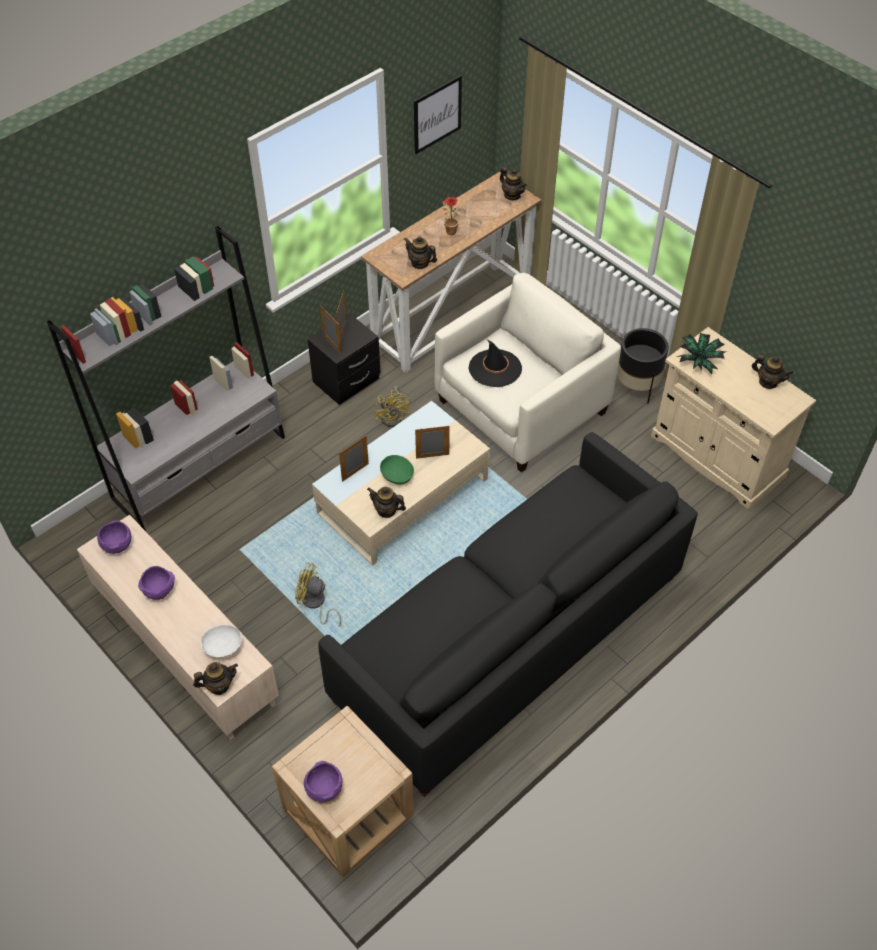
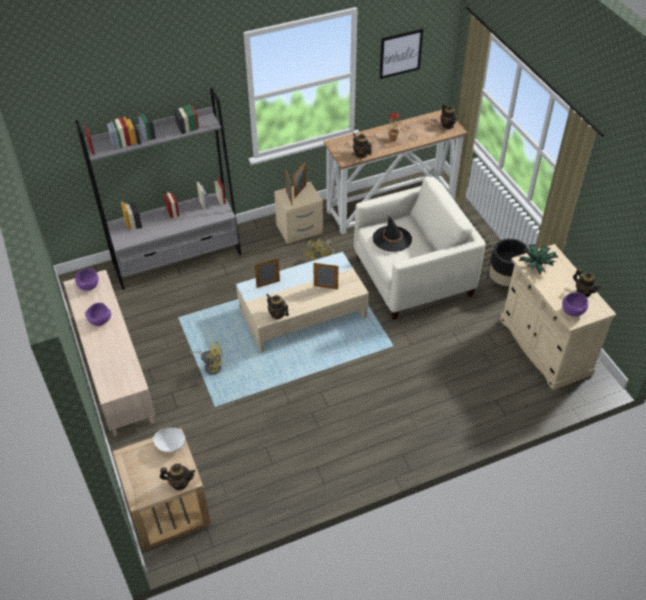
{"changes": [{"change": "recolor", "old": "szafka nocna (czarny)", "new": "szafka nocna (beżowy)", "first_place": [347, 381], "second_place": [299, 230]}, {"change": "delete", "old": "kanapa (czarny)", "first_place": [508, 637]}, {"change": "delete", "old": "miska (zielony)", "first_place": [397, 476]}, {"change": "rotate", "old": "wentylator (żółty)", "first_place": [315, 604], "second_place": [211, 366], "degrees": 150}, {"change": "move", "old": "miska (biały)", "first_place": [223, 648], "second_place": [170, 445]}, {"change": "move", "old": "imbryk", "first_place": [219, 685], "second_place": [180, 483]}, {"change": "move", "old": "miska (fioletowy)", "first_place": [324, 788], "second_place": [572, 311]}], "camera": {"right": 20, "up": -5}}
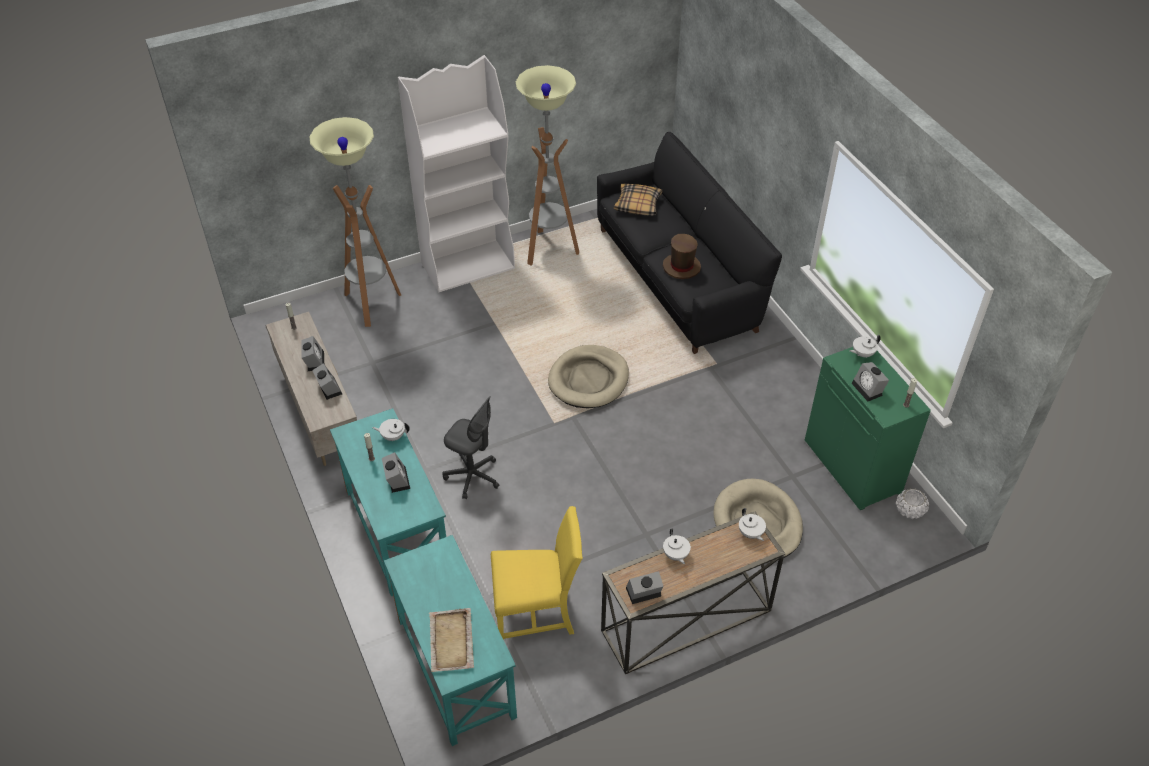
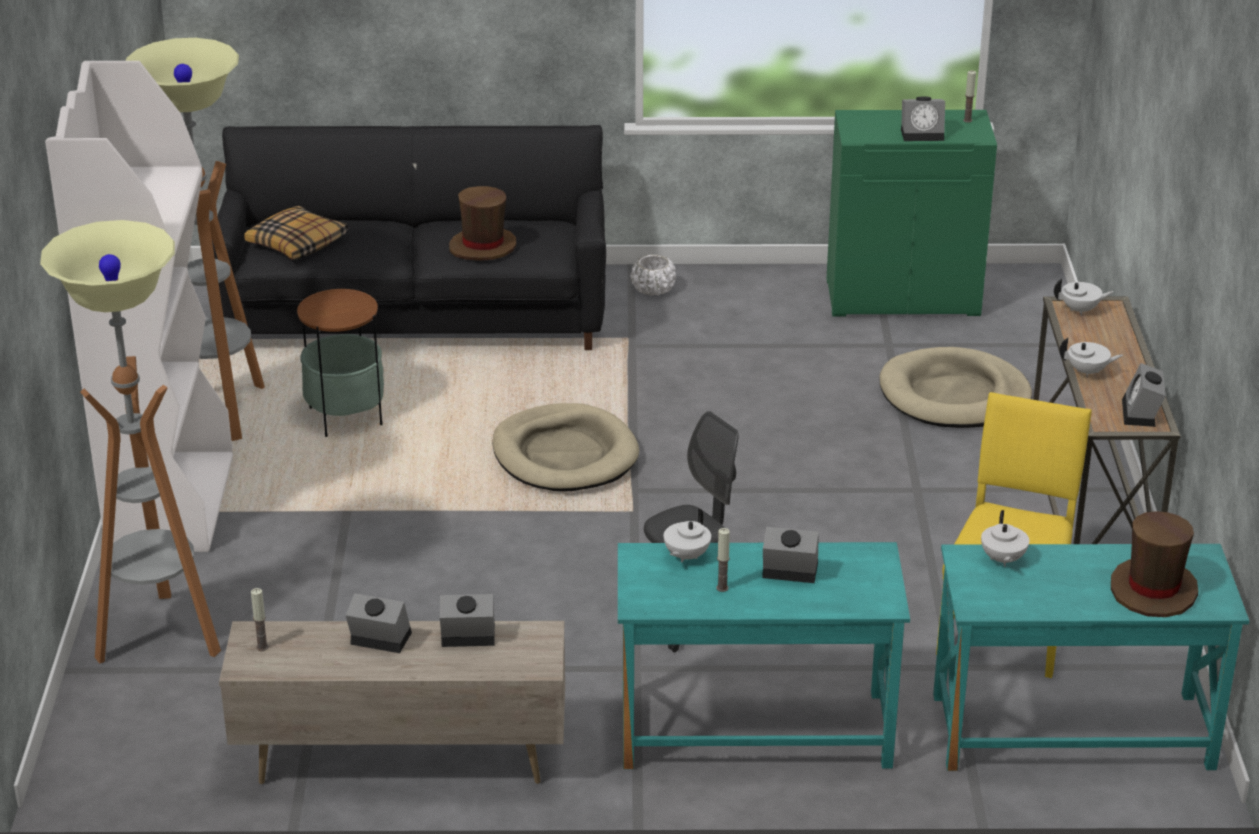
{"changes": [{"change": "move", "old": "imbryk (biały)", "first_place": [862, 354], "second_place": [1002, 559]}, {"change": "move", "old": "donica (biały)", "first_place": [910, 510], "second_place": [653, 289]}, {"change": "replace", "old": "taca (beżowy)", "new": "kapelusz (brązowy)", "first_place": [451, 642], "second_place": [1153, 590]}, {"change": "insert", "new": "stolik", "second_place": [345, 417]}], "camera": {"right": -65, "up": -15}}
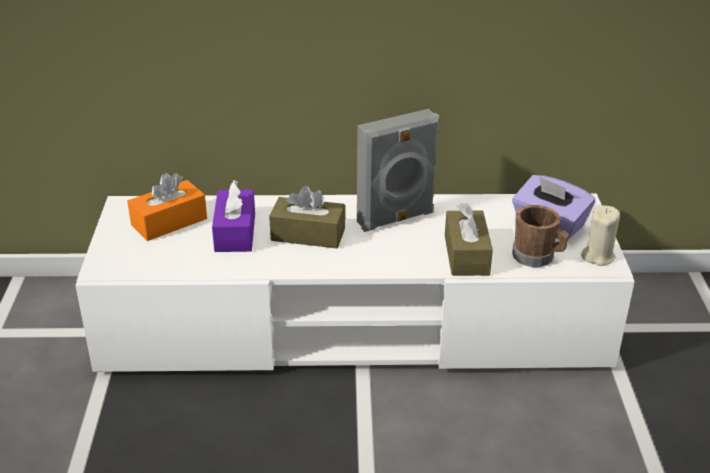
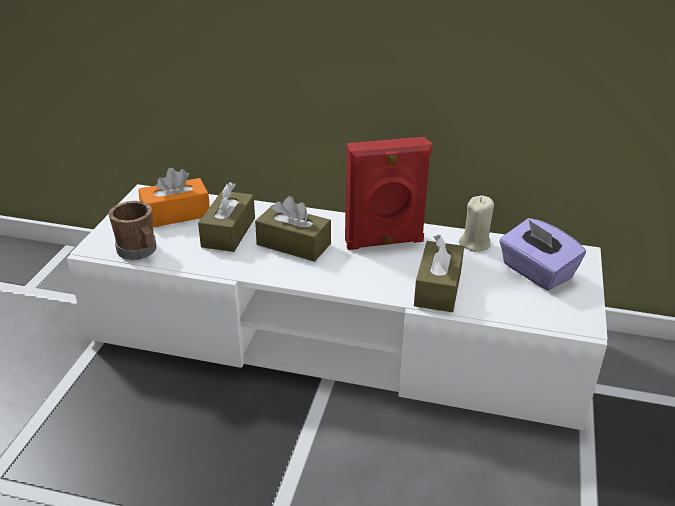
{"changes": [{"change": "recolor", "old": "głośnik (szary)", "new": "głośnik (czerwony)", "first_place": [396, 219], "second_place": [384, 242]}, {"change": "recolor", "old": "pudełko chusteczek (fioletowy)", "new": "pudełko chusteczek (brązowy)", "first_place": [235, 232], "second_place": [228, 232]}, {"change": "move", "old": "kubek (brązowy)", "first_place": [537, 257], "second_place": [139, 251]}, {"change": "move", "old": "świeca (beżowy)", "first_place": [598, 256], "second_place": [475, 243]}], "camera": {"right": 15, "up": 0}}
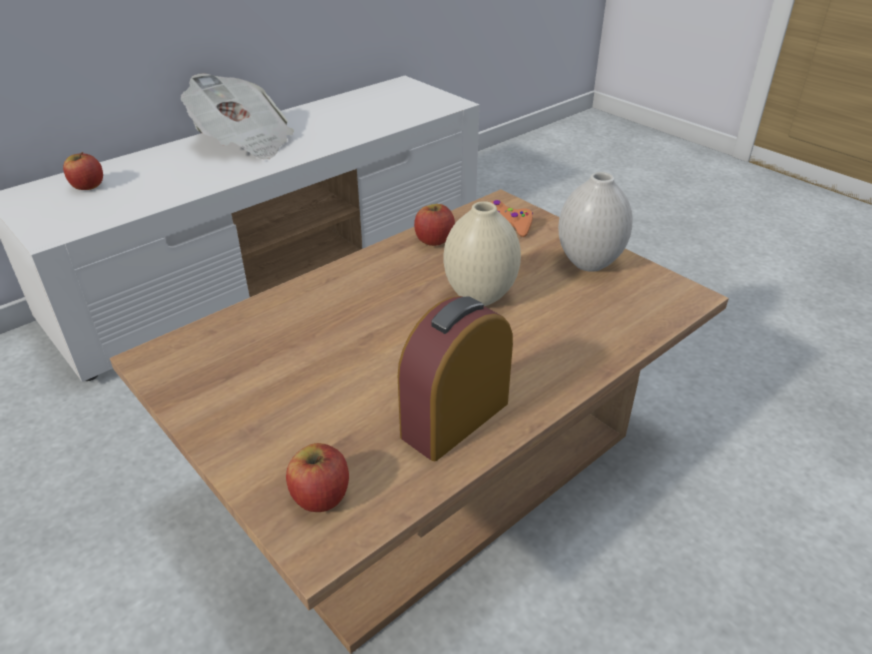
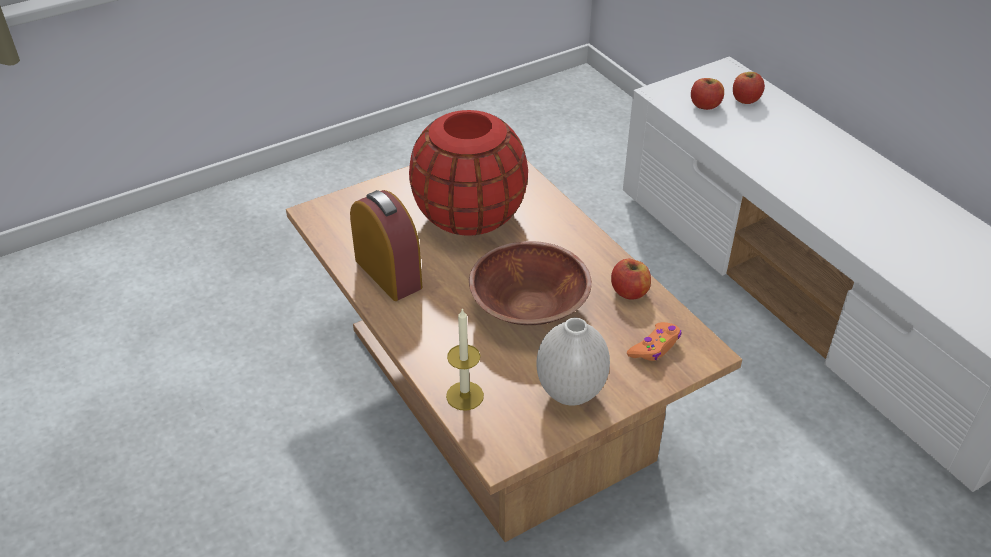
{"changes": [{"change": "delete", "old": "gazeta", "first_place": [244, 142]}, {"change": "replace", "old": "wazon (beżowy)", "new": "miska (brązowy)", "first_place": [479, 296], "second_place": [529, 307]}, {"change": "move", "old": "jabłko", "first_place": [320, 496], "second_place": [705, 105]}, {"change": "insert", "new": "wazon (czerwony)", "second_place": [470, 216]}, {"change": "insert", "new": "świeca", "second_place": [465, 396]}], "camera": {"right": 100, "up": 5}}
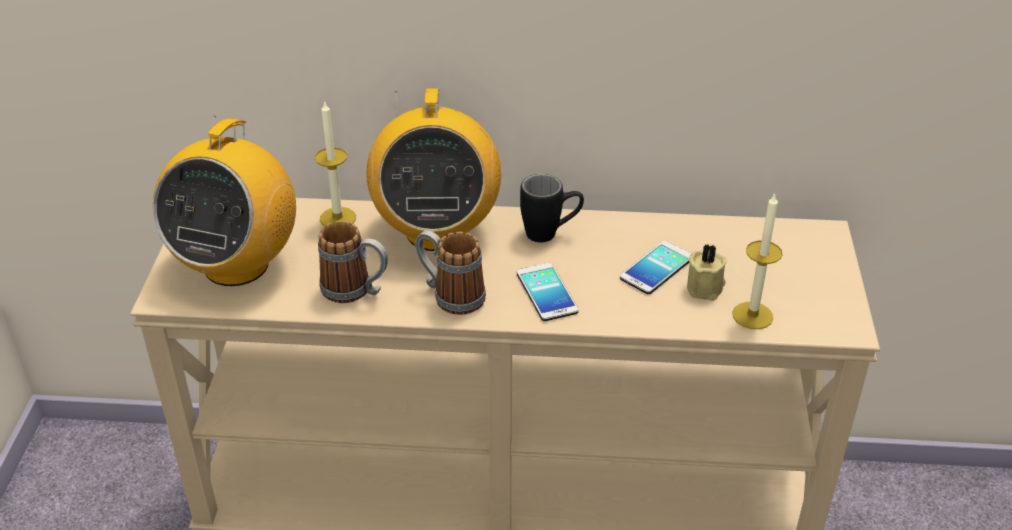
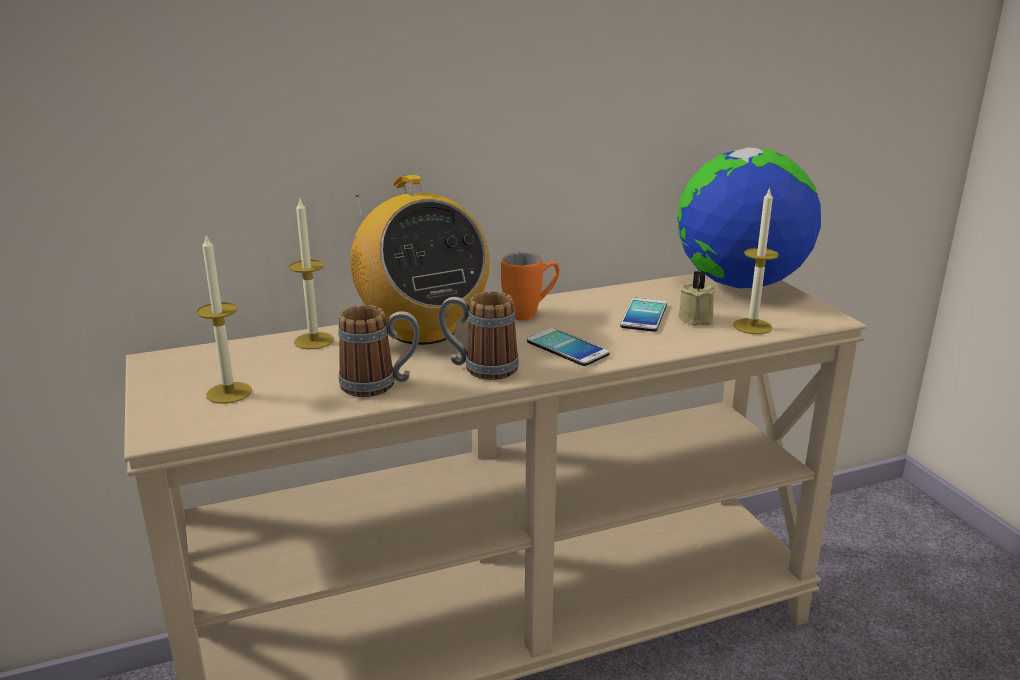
{"changes": [{"change": "replace", "old": "radio", "new": "świeca", "first_place": [236, 264], "second_place": [229, 393]}, {"change": "recolor", "old": "kubek (czarny)", "new": "kubek (pomarańczowy)", "first_place": [551, 233], "second_place": [530, 313]}, {"change": "insert", "new": "globus", "second_place": [740, 284]}], "camera": {"right": -25, "up": -15}}
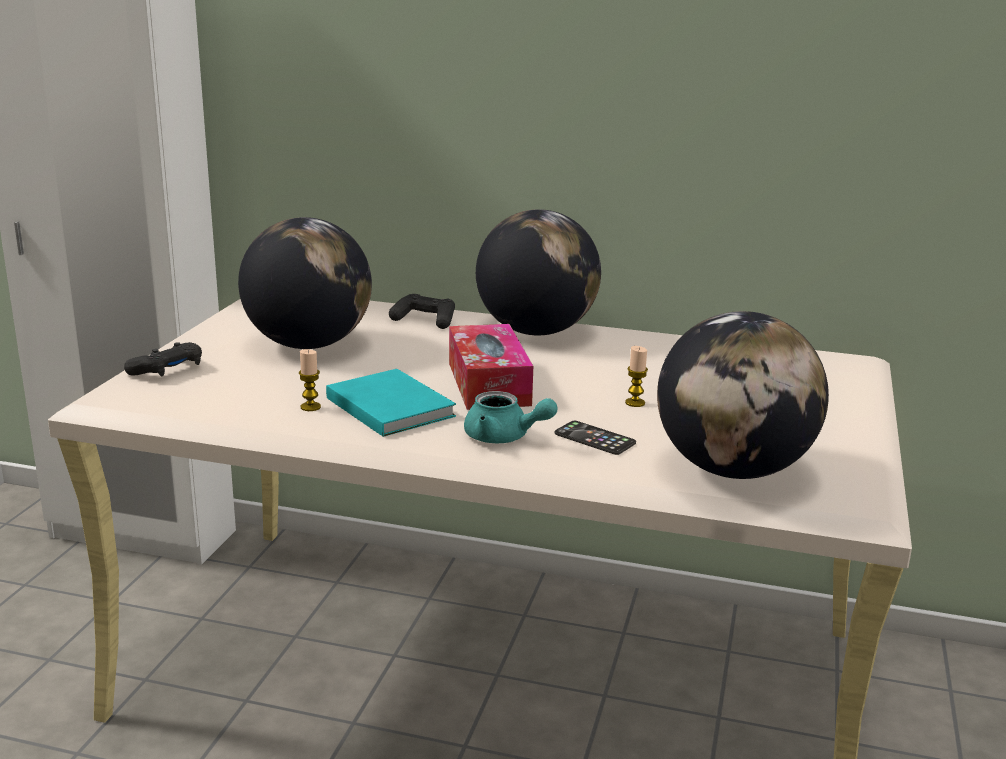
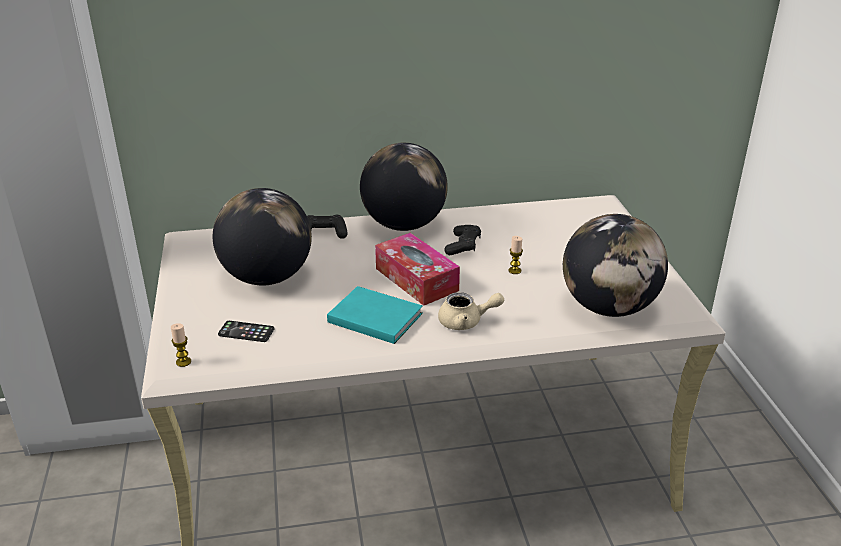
{"changes": [{"change": "move", "old": "pad do gier (czarny)", "first_place": [168, 370], "second_place": [463, 246]}, {"change": "move", "old": "świeca", "first_place": [310, 407], "second_place": [183, 362]}, {"change": "recolor", "old": "imbryk (turkusowy)", "new": "imbryk (beżowy)", "first_place": [504, 437], "second_place": [466, 322]}, {"change": "move", "old": "telefon", "first_place": [594, 438], "second_place": [246, 332]}], "camera": {"right": -25, "up": 10}}
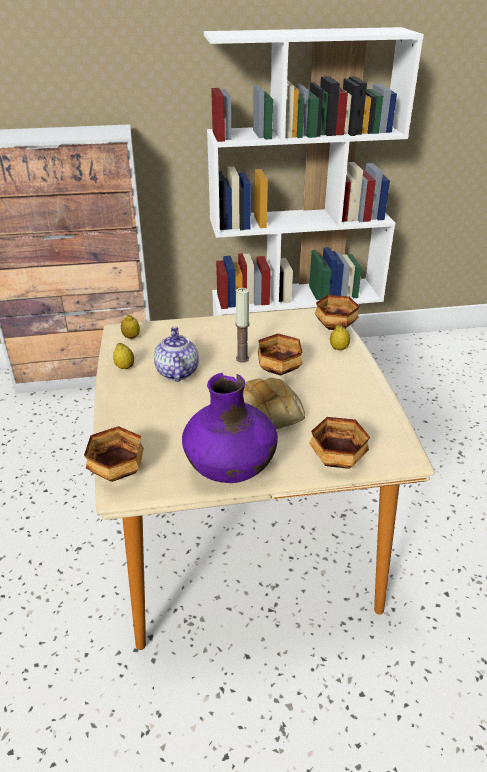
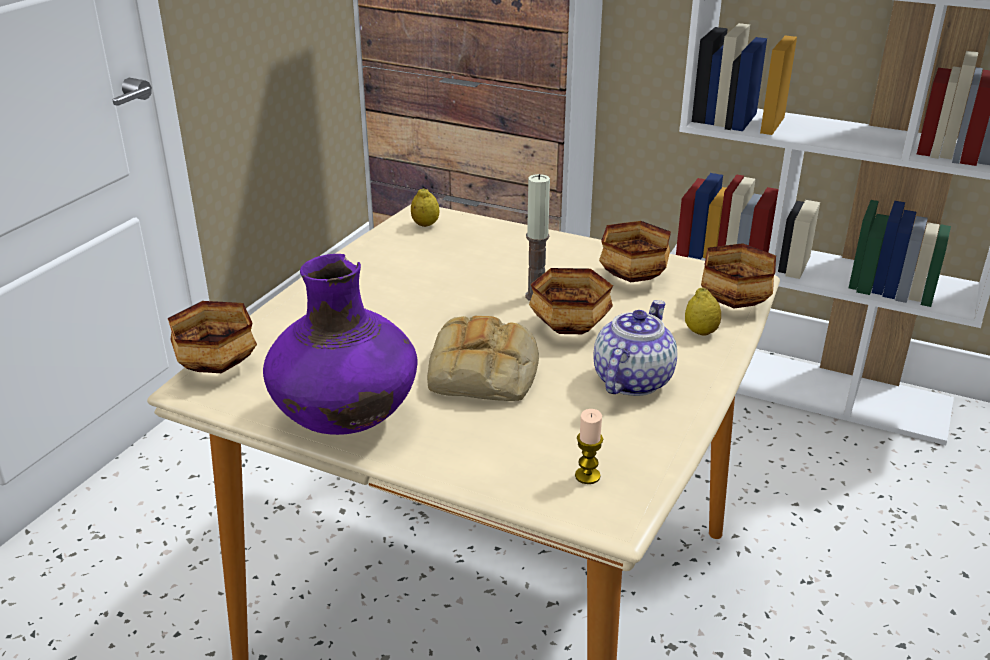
{"changes": [{"change": "move", "old": "imbryk", "first_place": [176, 371], "second_place": [631, 380]}, {"change": "delete", "old": "cytryna", "first_place": [125, 367]}, {"change": "move", "old": "miska", "first_place": [338, 459], "second_place": [635, 276]}, {"change": "insert", "new": "świeca", "second_place": [587, 476]}], "camera": {"right": 35, "up": -5}}
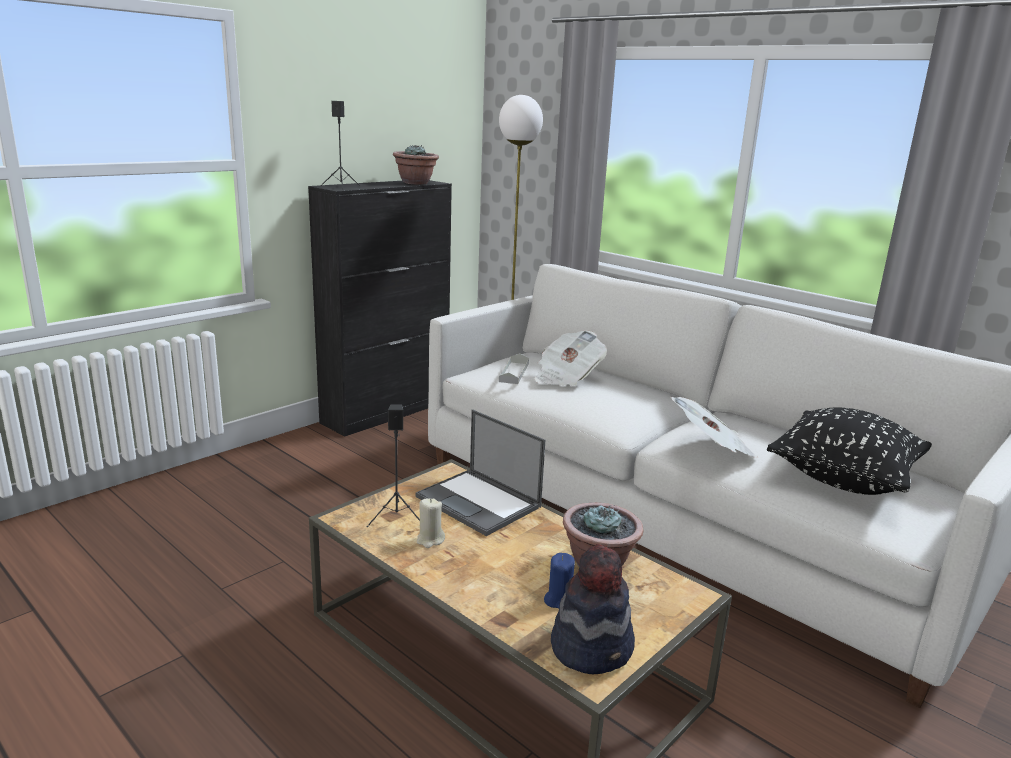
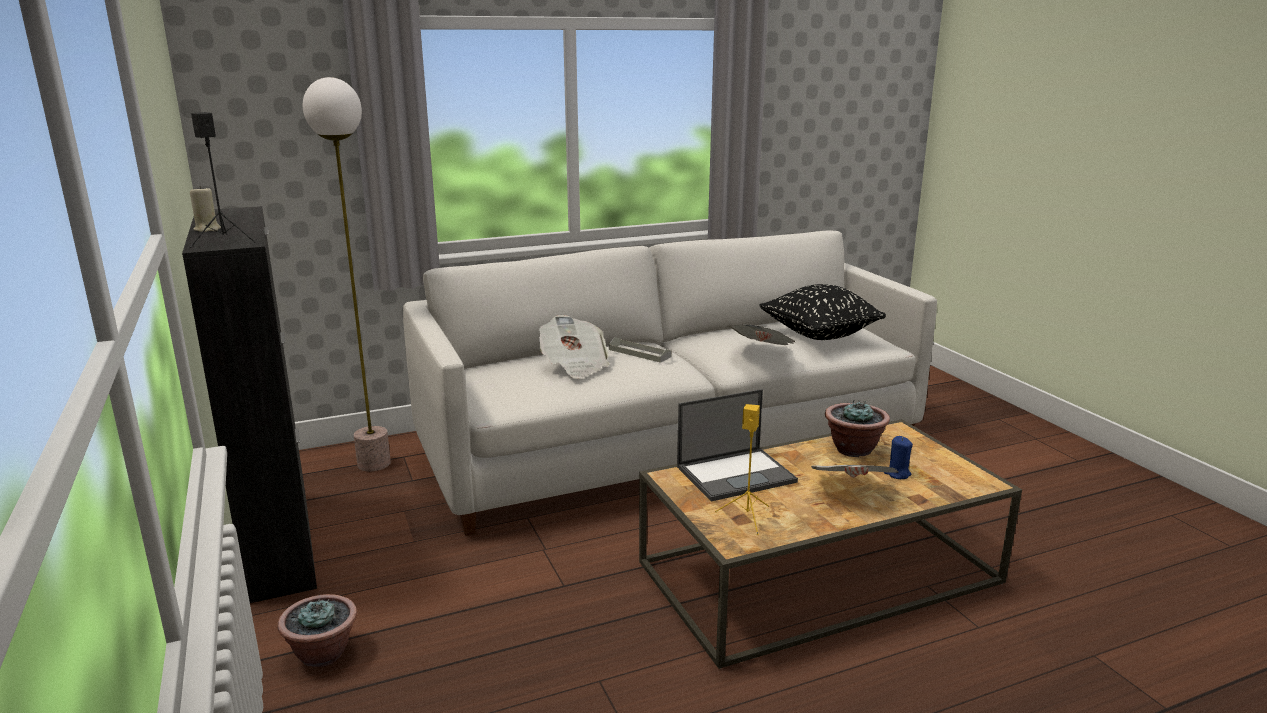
{"changes": [{"change": "move", "old": "roślina doniczkowa", "first_place": [416, 183], "second_place": [323, 653]}, {"change": "move", "old": "taca (szary)", "first_place": [514, 372], "second_place": [639, 353]}, {"change": "recolor", "old": "głośnik (czarny)", "new": "głośnik (żółty)", "first_place": [397, 518], "second_place": [747, 517]}, {"change": "move", "old": "świeca (beżowy)", "first_place": [430, 540], "second_place": [207, 229]}, {"change": "delete", "old": "kapelusz", "first_place": [592, 647]}, {"change": "insert", "new": "gazeta", "second_place": [851, 490]}], "camera": {"right": -65, "up": 0}}
